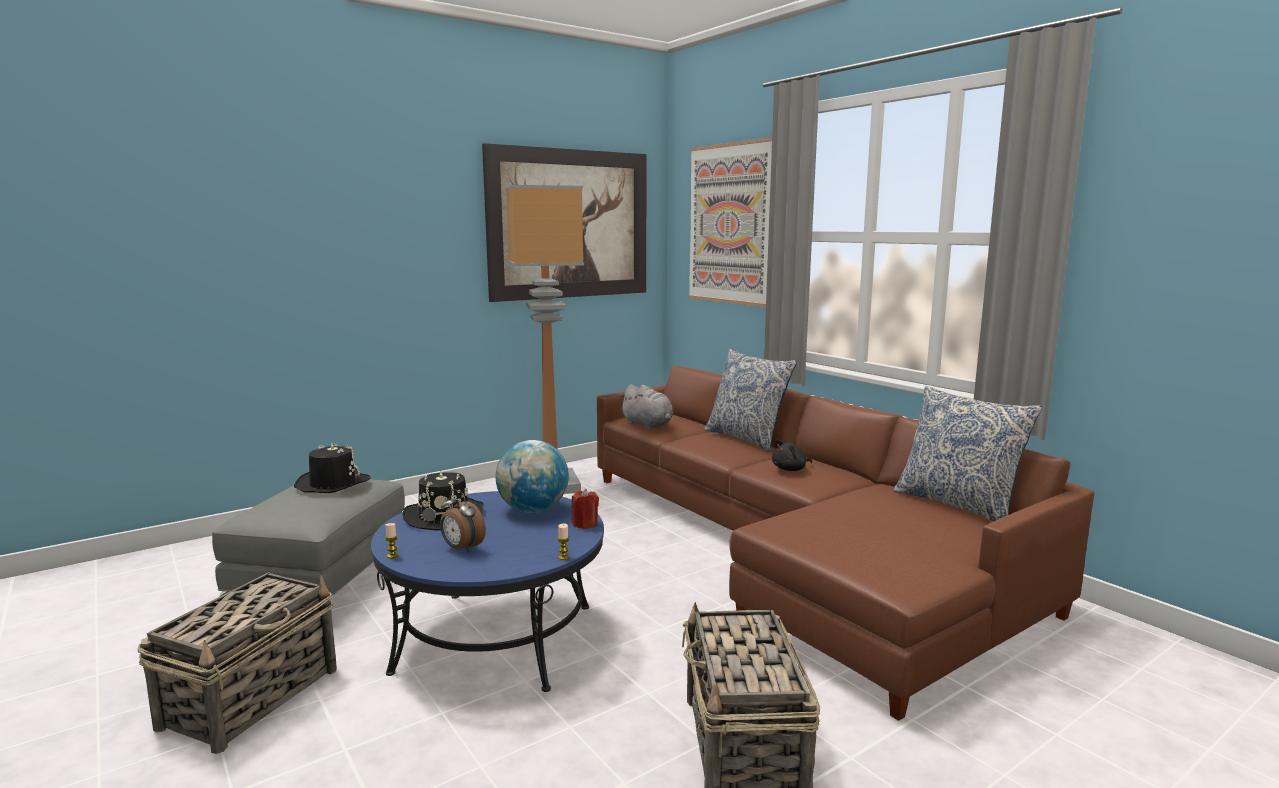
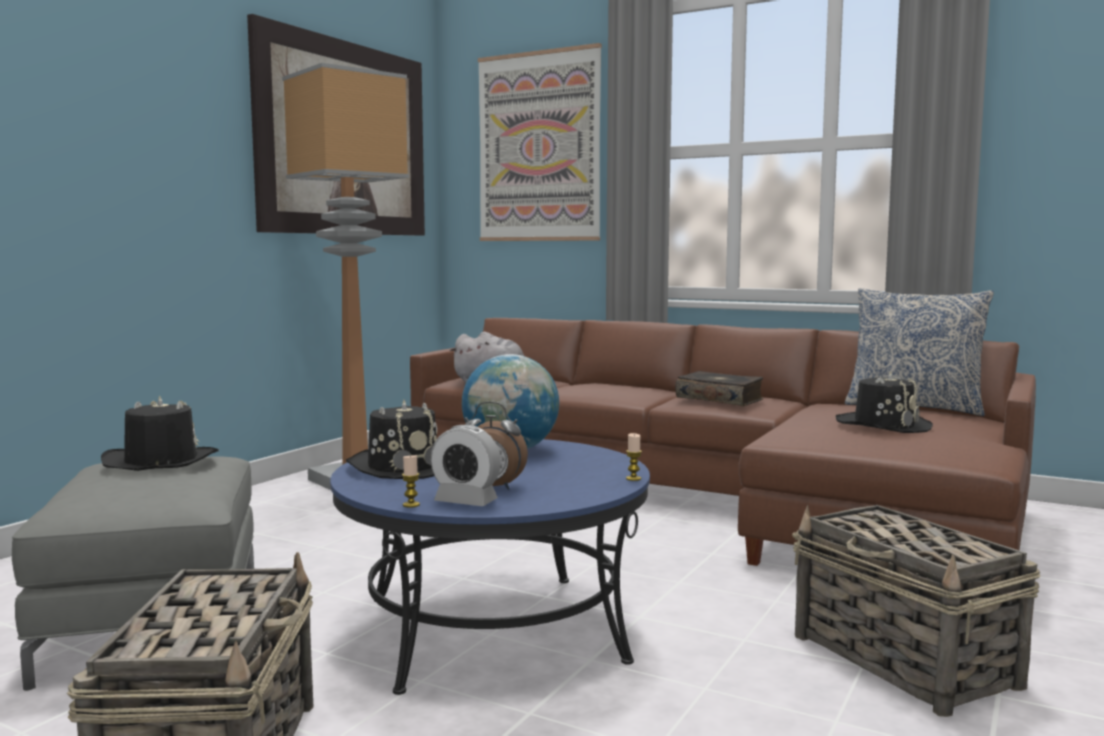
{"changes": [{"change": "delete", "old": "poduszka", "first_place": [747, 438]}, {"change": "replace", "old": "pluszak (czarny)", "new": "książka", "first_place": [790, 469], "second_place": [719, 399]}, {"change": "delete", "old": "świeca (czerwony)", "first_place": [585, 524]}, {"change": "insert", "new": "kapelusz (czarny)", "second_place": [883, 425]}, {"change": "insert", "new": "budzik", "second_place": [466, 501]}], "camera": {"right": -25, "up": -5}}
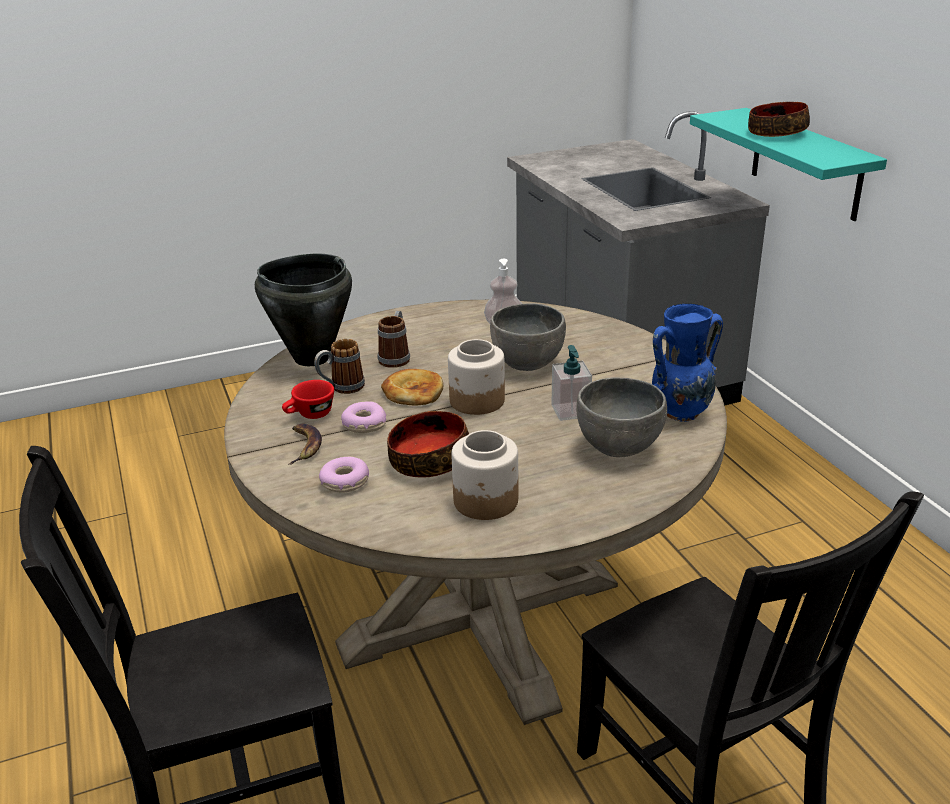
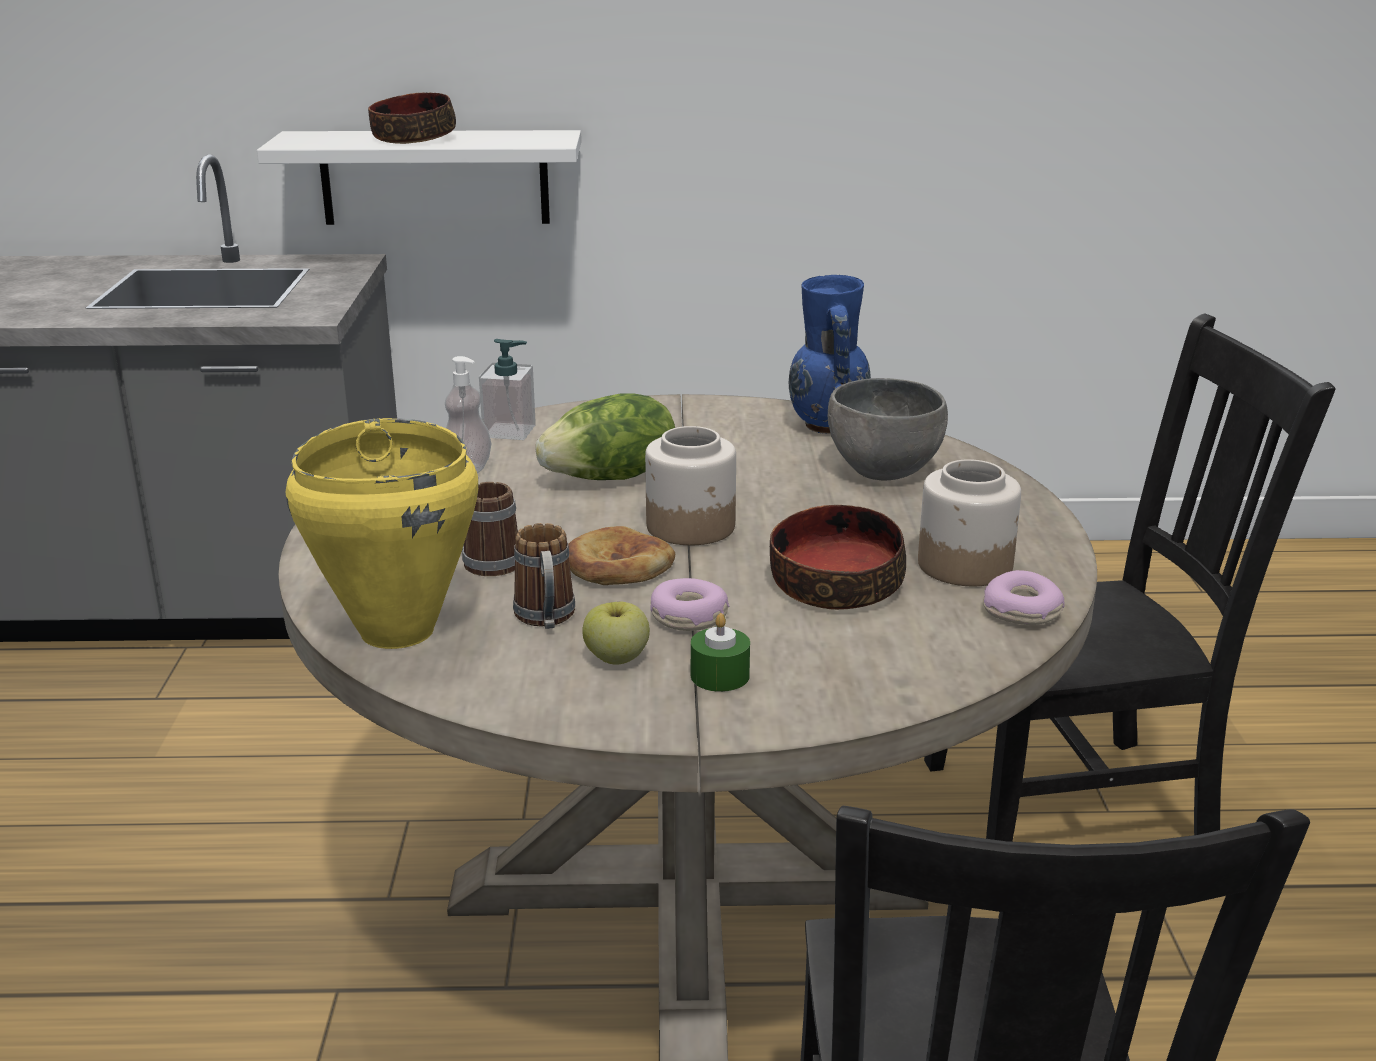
{"changes": [{"change": "recolor", "old": "półka (turkusowy)", "new": "półka (biały)", "first_place": [806, 164], "second_place": [435, 177]}, {"change": "recolor", "old": "garnek (czarny)", "new": "garnek (żółty)", "first_place": [311, 358], "second_place": [396, 632]}, {"change": "replace", "old": "miska (szary)", "new": "sałata", "first_place": [527, 363], "second_place": [612, 478]}, {"change": "move", "old": "dozownik mydła", "first_place": [570, 411], "second_place": [509, 431]}, {"change": "replace", "old": "filiżanka (czerwony)", "new": "jabłko", "first_place": [310, 415], "second_place": [616, 658]}, {"change": "replace", "old": "banan", "new": "świeca (zielony)", "first_place": [304, 446], "second_place": [720, 676]}, {"change": "move", "old": "donut", "first_place": [345, 482], "second_place": [1022, 611]}], "camera": {"right": -70, "up": -5}}
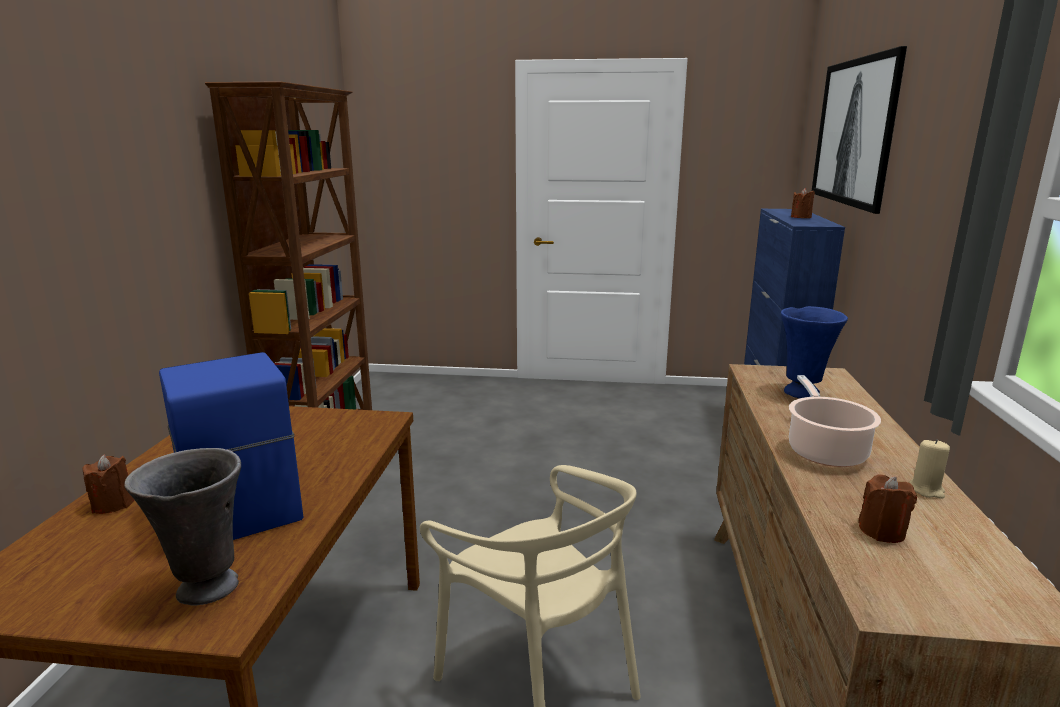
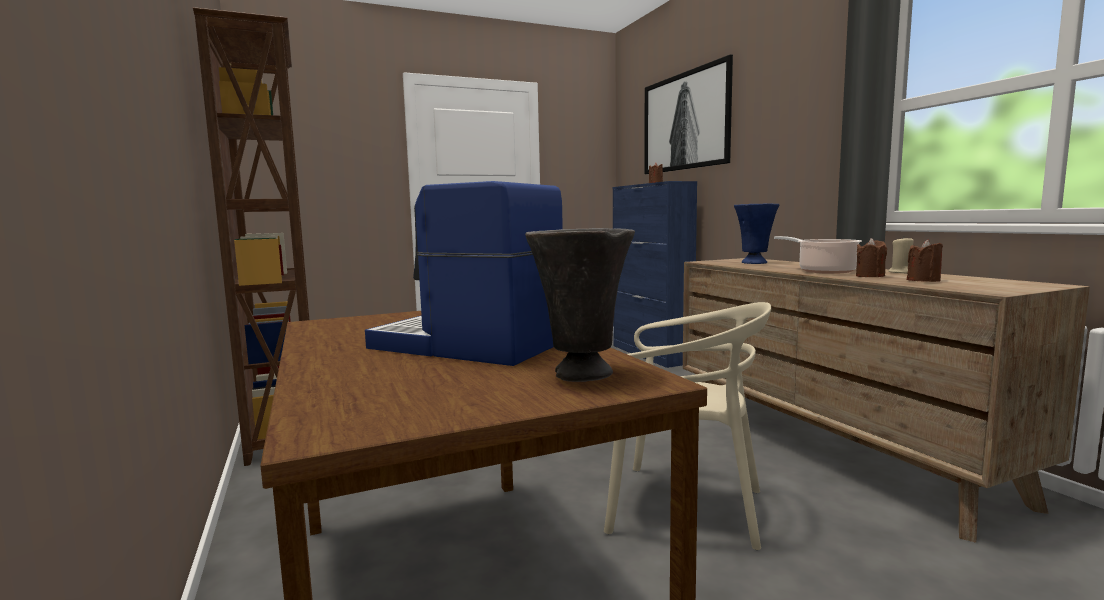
{"changes": [{"change": "move", "old": "świeca (brązowy)", "first_place": [113, 504], "second_place": [870, 276]}], "camera": {"right": -30, "up": -10}}
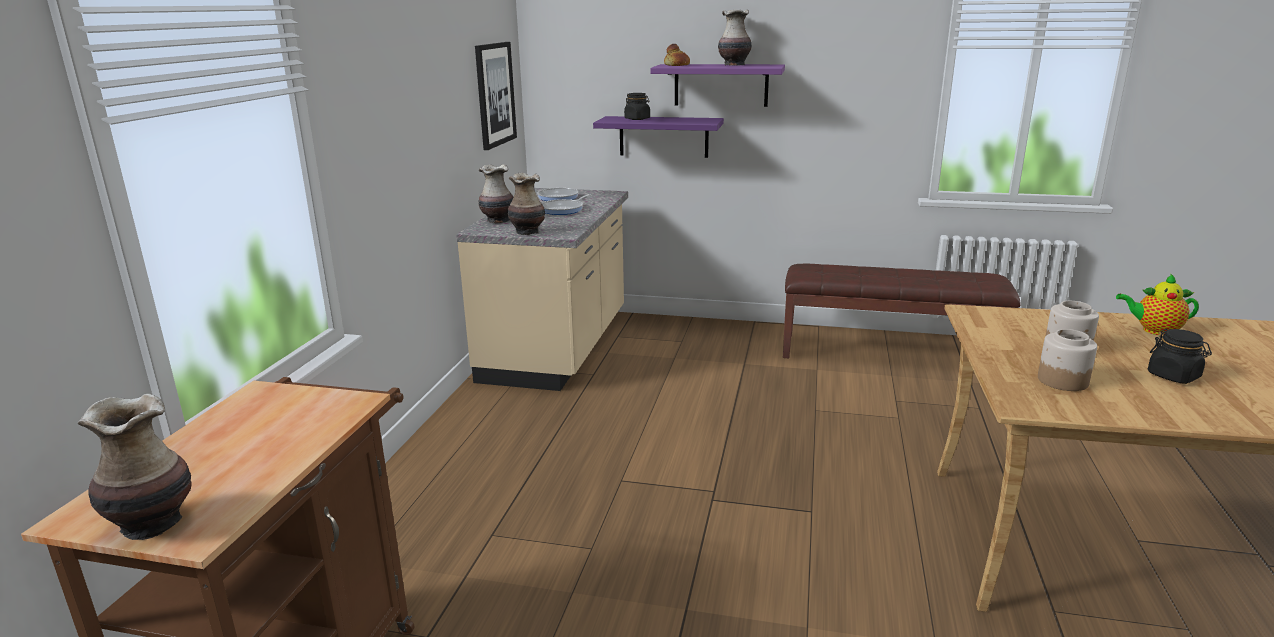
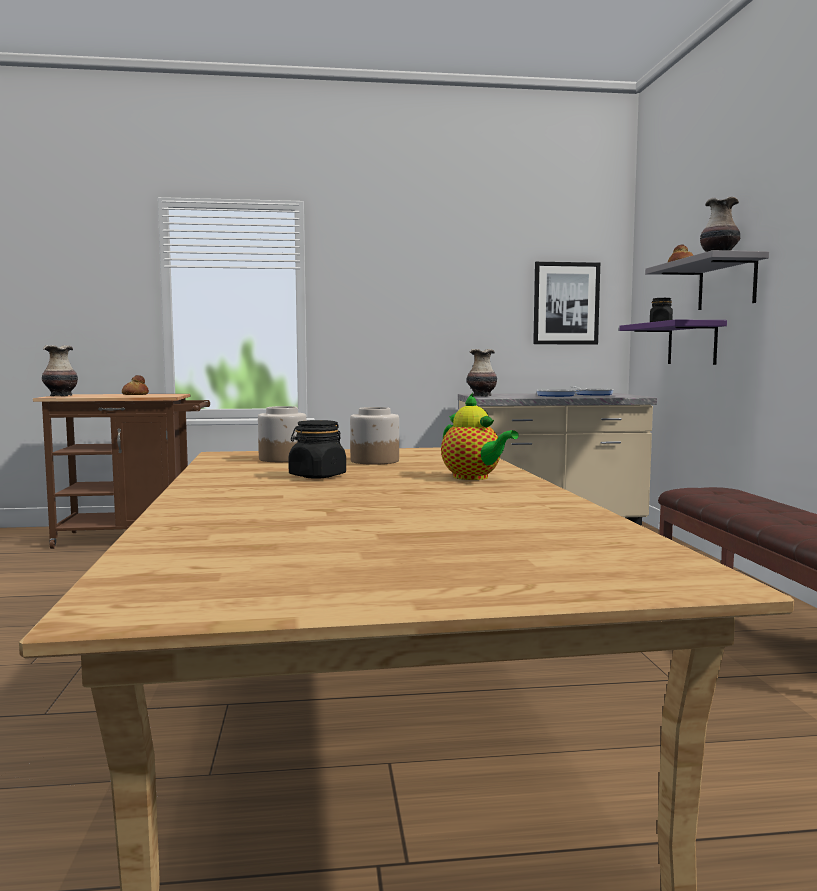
{"changes": [{"change": "recolor", "old": "półka (fioletowy)", "new": "półka (szary)", "first_place": [721, 85], "second_place": [727, 283]}, {"change": "delete", "old": "wazon", "first_place": [497, 220]}, {"change": "rotate", "old": "imbryk", "first_place": [1154, 330], "second_place": [473, 478], "degrees": 150}, {"change": "insert", "new": "chleb", "second_place": [135, 394]}], "camera": {"right": 70, "up": -15}}
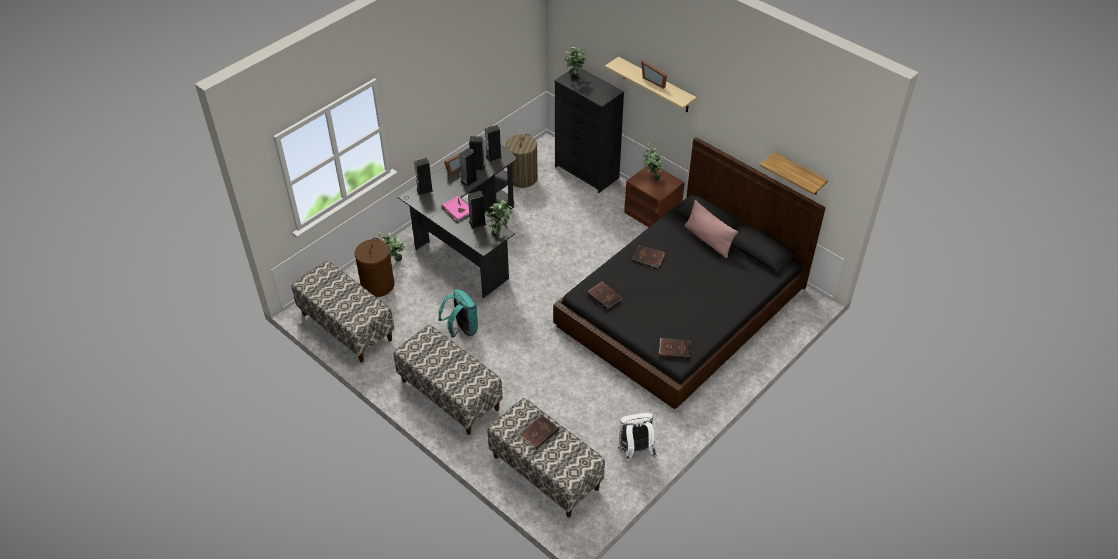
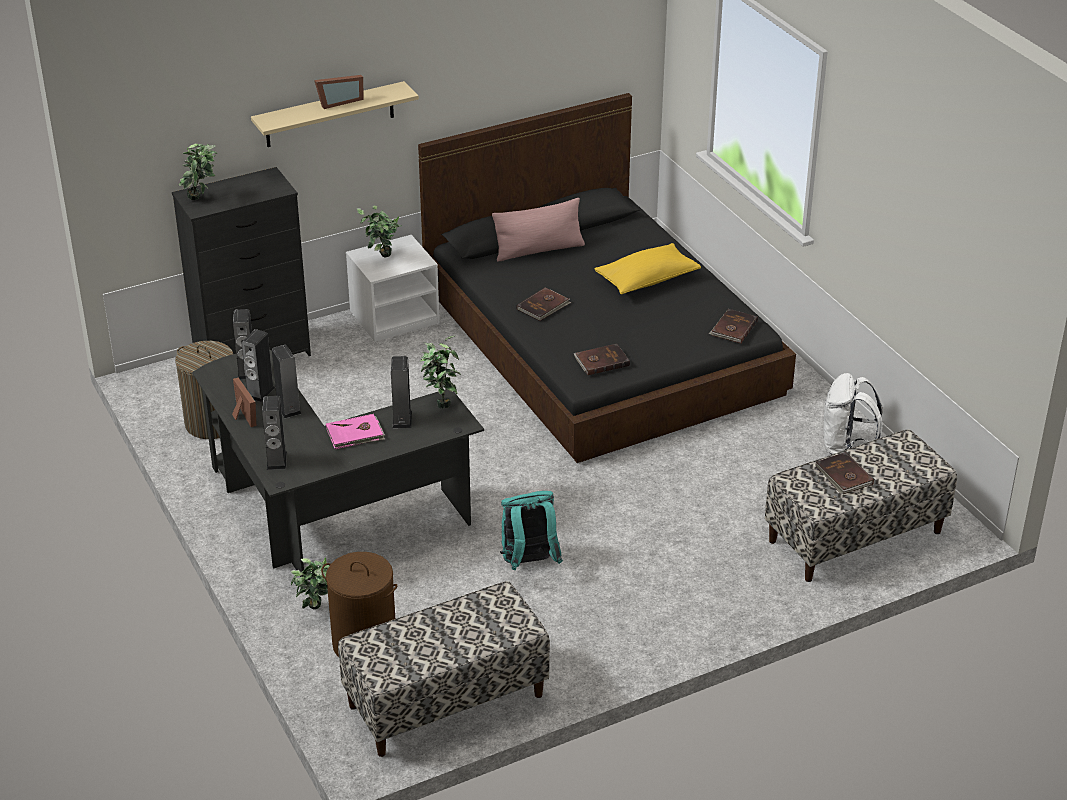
{"changes": [{"change": "delete", "old": "półka", "first_place": [799, 175]}, {"change": "recolor", "old": "szafka nocna (brązowy)", "new": "szafka nocna (biały)", "first_place": [653, 213], "second_place": [395, 317]}, {"change": "delete", "old": "ławka", "first_place": [449, 395]}, {"change": "insert", "new": "poduszka (żółty)", "second_place": [647, 280]}], "camera": {"right": -70, "up": -10}}
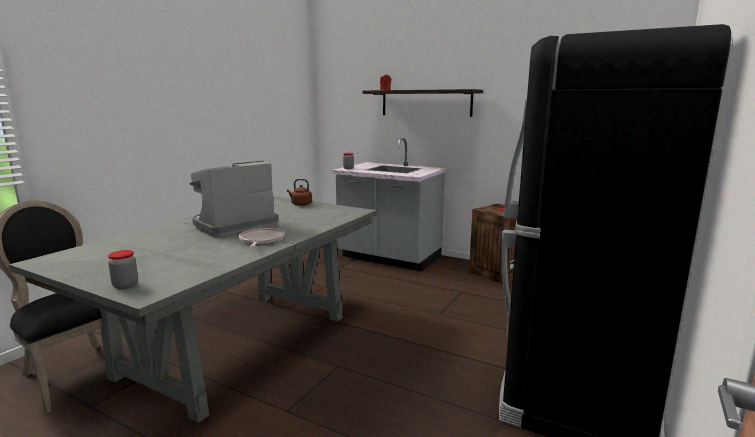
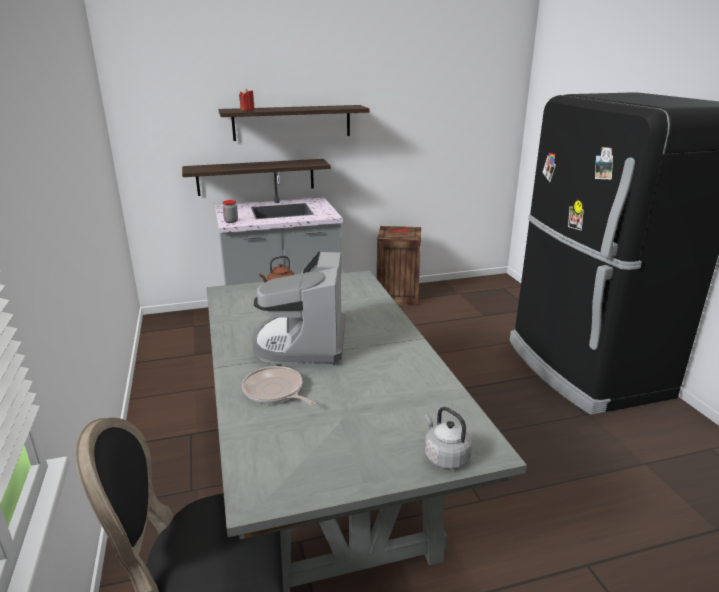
{"changes": [{"change": "move", "old": "patelnia", "first_place": [261, 241], "second_place": [275, 391]}, {"change": "replace", "old": "słoik", "new": "czajnik (szary)", "first_place": [125, 285], "second_place": [445, 456]}, {"change": "insert", "new": "półka", "second_place": [256, 177]}], "camera": {"right": -45, "up": 10}}
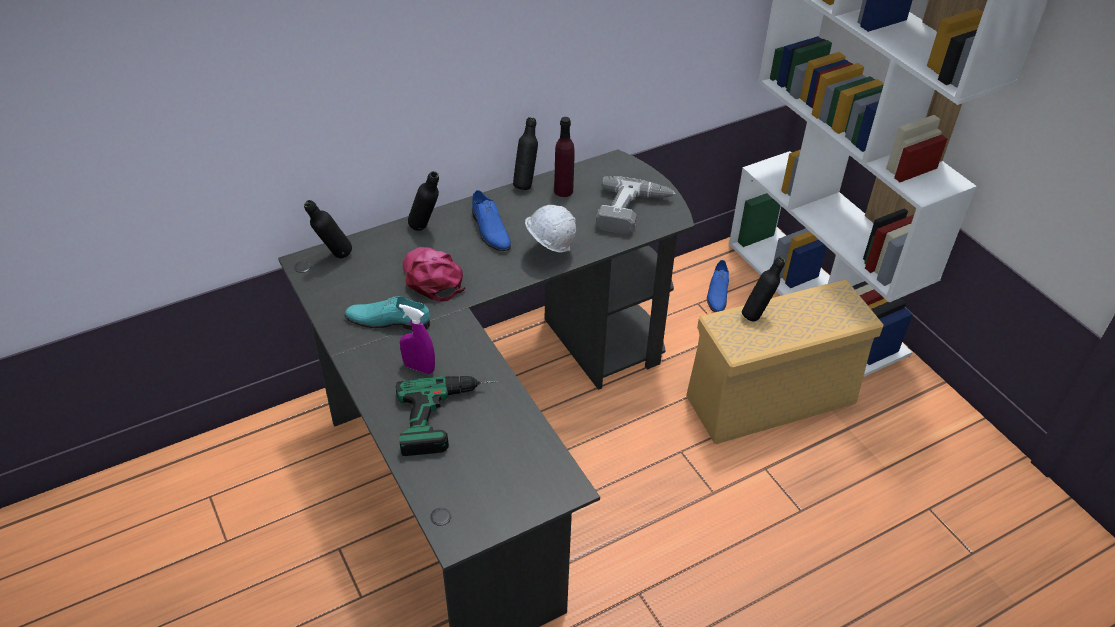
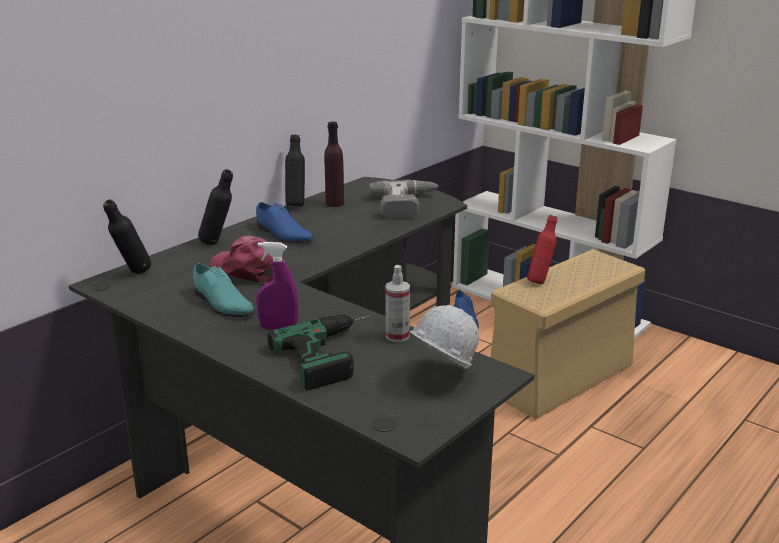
{"changes": [{"change": "move", "old": "kask (biały)", "first_place": [549, 252], "second_place": [441, 376]}, {"change": "recolor", "old": "butelka (czarny)", "new": "butelka (czerwony)", "first_place": [757, 315], "second_place": [540, 281]}, {"change": "rotate", "old": "but (turkusowy)", "first_place": [388, 320], "second_place": [221, 303], "degrees": -120}, {"change": "insert", "new": "spryskiwacz", "second_place": [397, 336]}], "camera": {"right": -20, "up": -20}}
